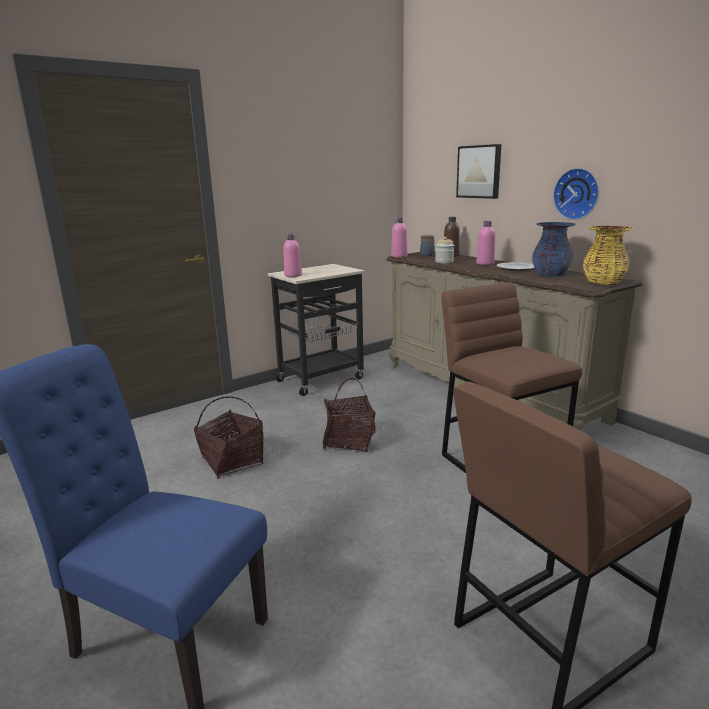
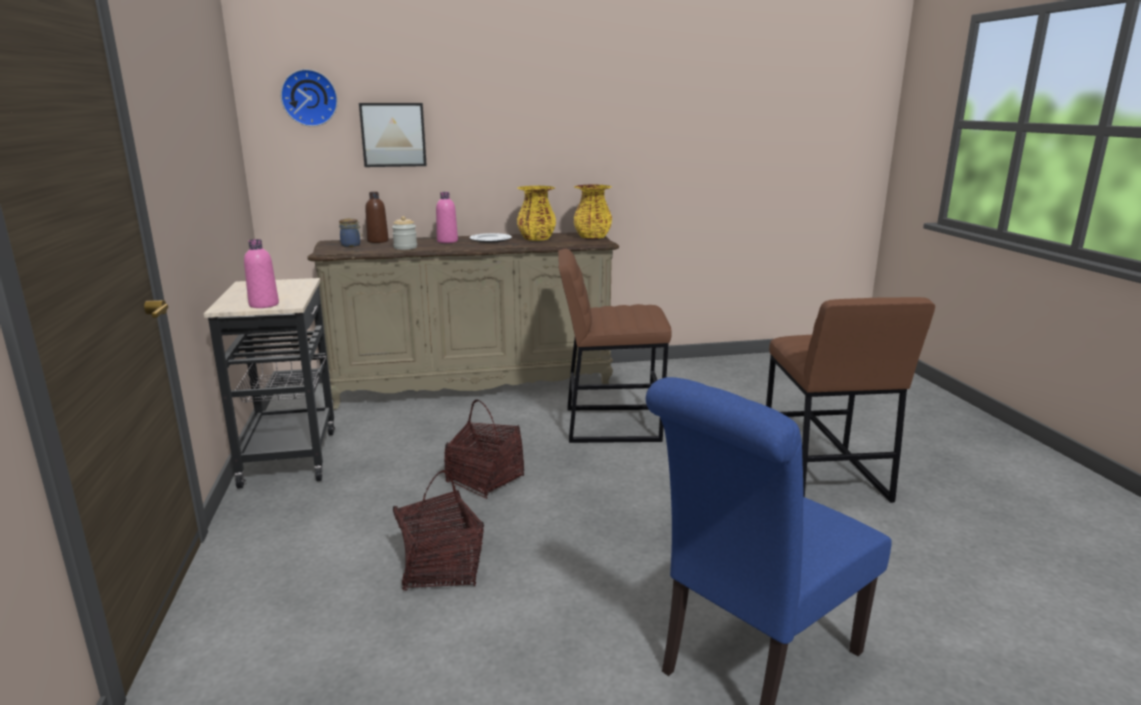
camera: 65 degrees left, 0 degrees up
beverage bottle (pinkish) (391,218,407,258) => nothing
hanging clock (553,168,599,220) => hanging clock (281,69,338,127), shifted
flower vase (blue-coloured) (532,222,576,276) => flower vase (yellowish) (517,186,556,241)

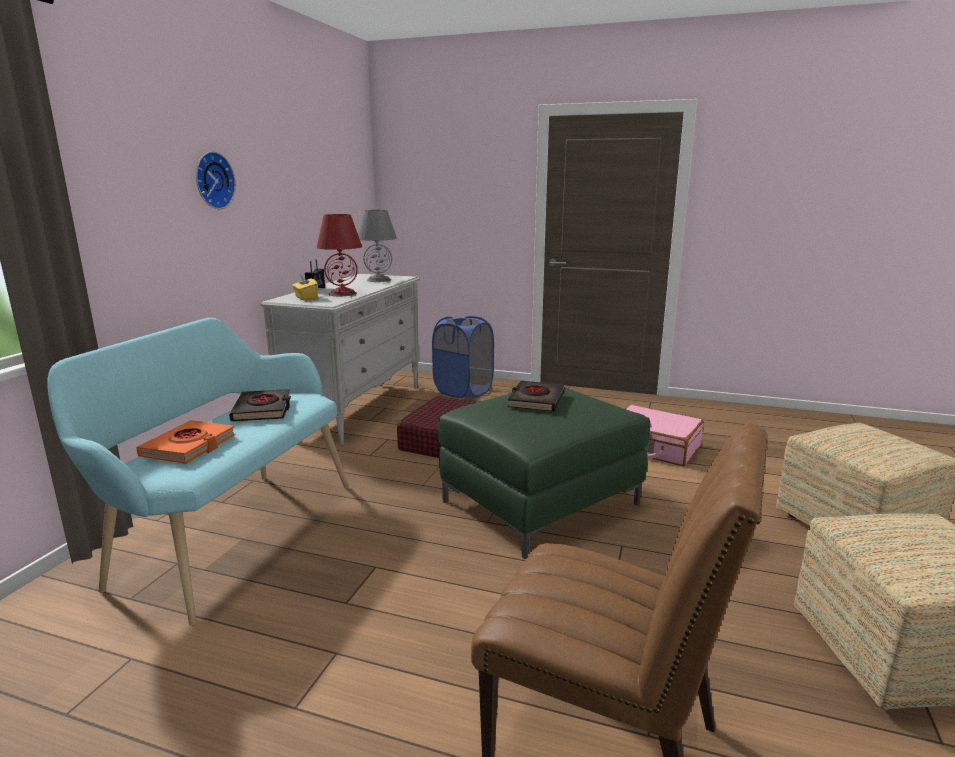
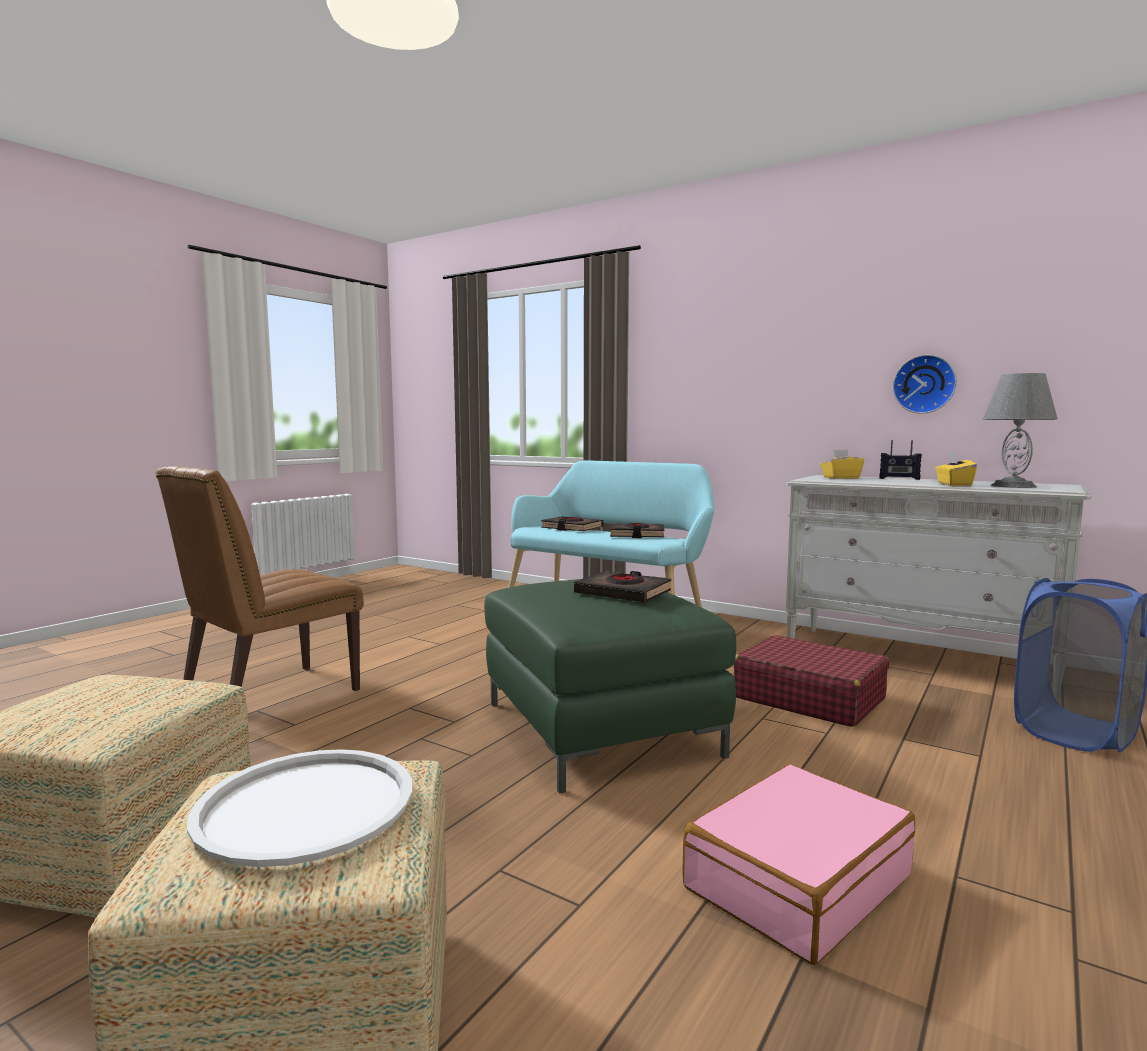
camera: 105 degrees right, 10 degrees down
lamp for a table (red) (316,214,362,296) => nothing
nothing => tray (whitish) (187,749,412,867)
nothing => tissue holder (yellowish) (935,452,977,486)
hanging clock (196,151,236,209) => hanging clock (893,355,957,414), shifted
bound book (orange) (136,420,236,464) => bound book (blackish) (541,517,603,531)

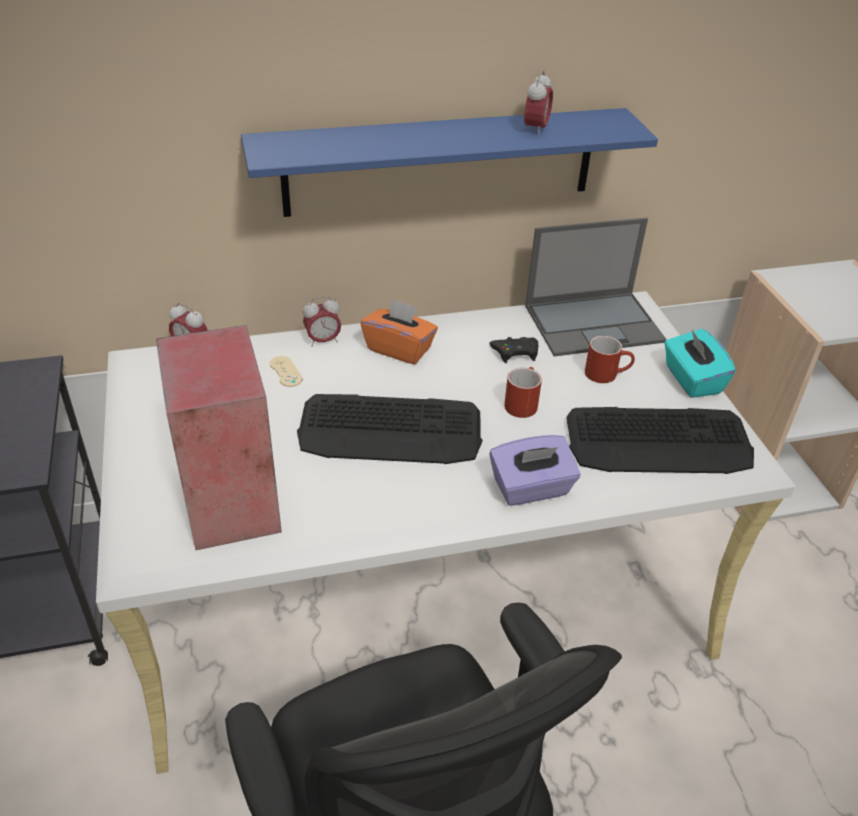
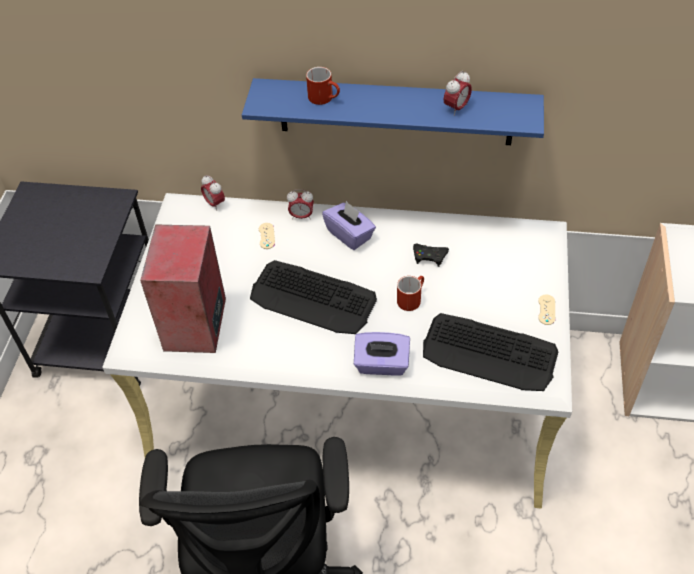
camera: 25 degrees right, 10 degrees up
notebook computer (525,218,667,356) => nothing
coffee mug (red) (585,336,635,383) => coffee mug (red) (306,67,340,105), shifted
tissue holder (turquoise-coloured) (664,329,736,398) => game controller (beige-coloured) (538,294,555,325)
tissue holder (orange) (361,298,438,364) => tissue holder (purplish) (322,201,376,250)

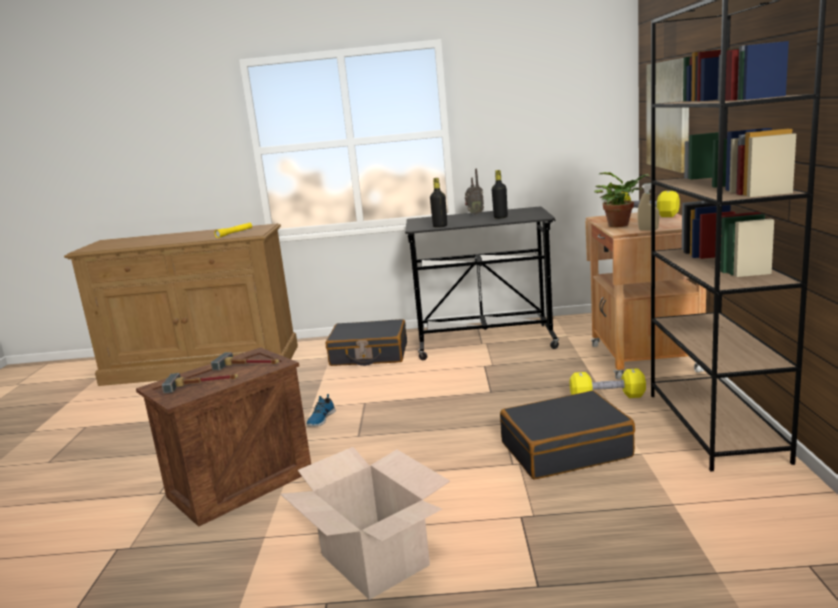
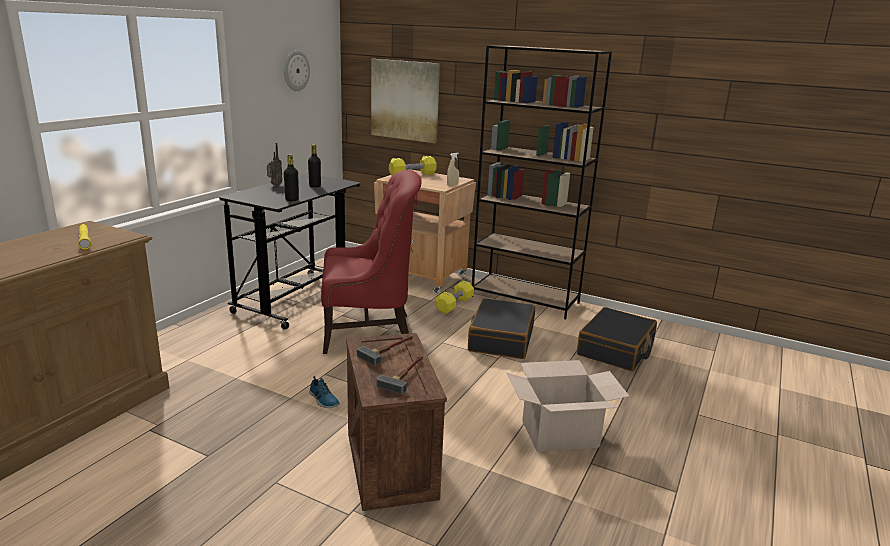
camera: 65 degrees left, 5 degrees up
plant in a pot (594,172,650,227) => nothing
nothing => hanging clock (284,50,310,91)
nothing => chair (red) (321,170,422,354)
travel case (blackish) (326,319,407,366) => travel case (blackish) (577,307,657,371), shifted

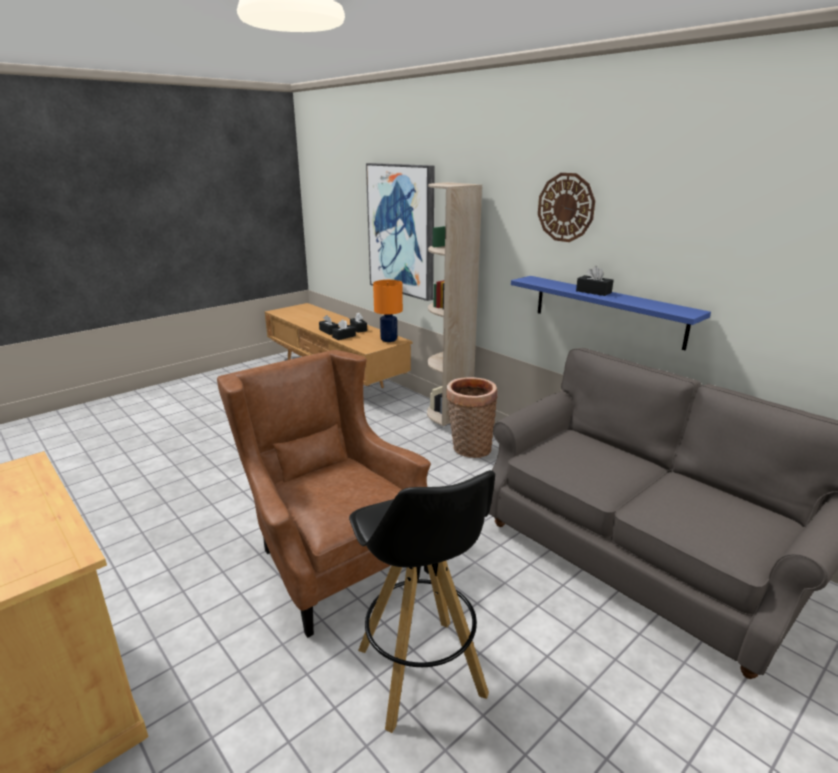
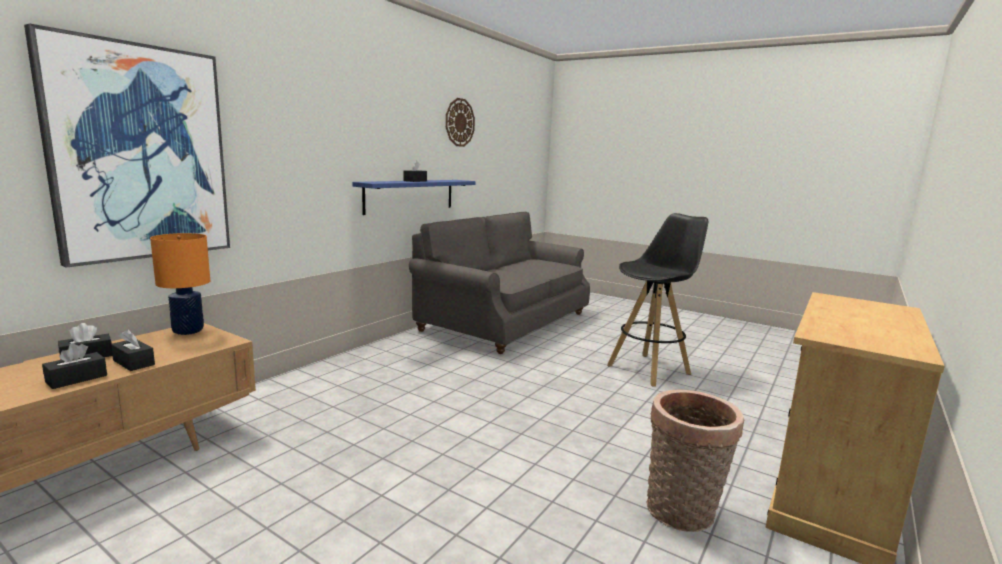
camera: 105 degrees left, 10 degrees down
armchair (brown) (217,350,431,638) => nothing
shelving unit (beige-coloured) (427,182,482,428) => nothing
household basket (446,377,498,458) => household basket (647,389,744,532), shifted
hanging clock (538,173,595,242) => hanging clock (446,98,475,147), shifted

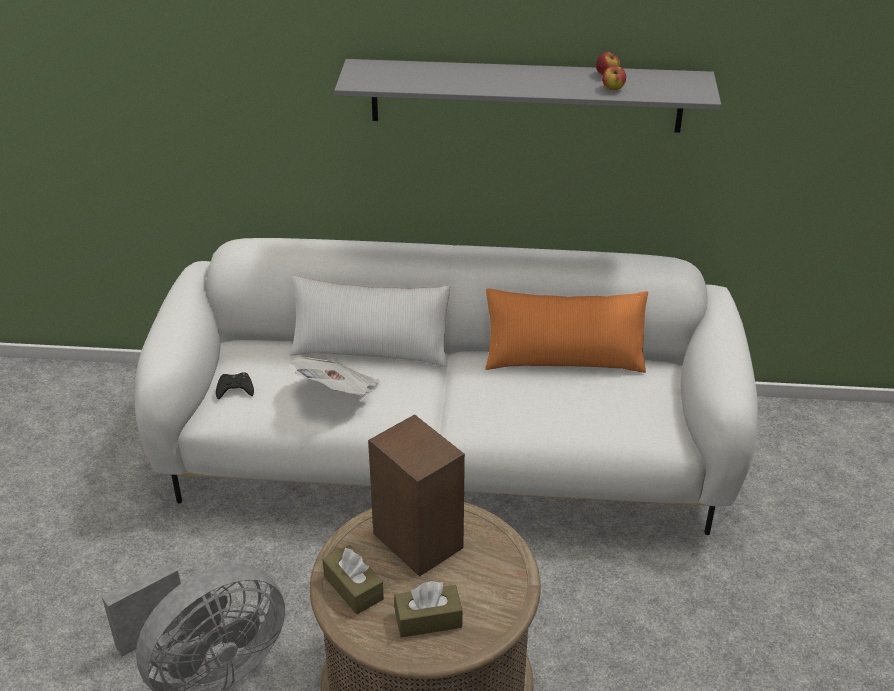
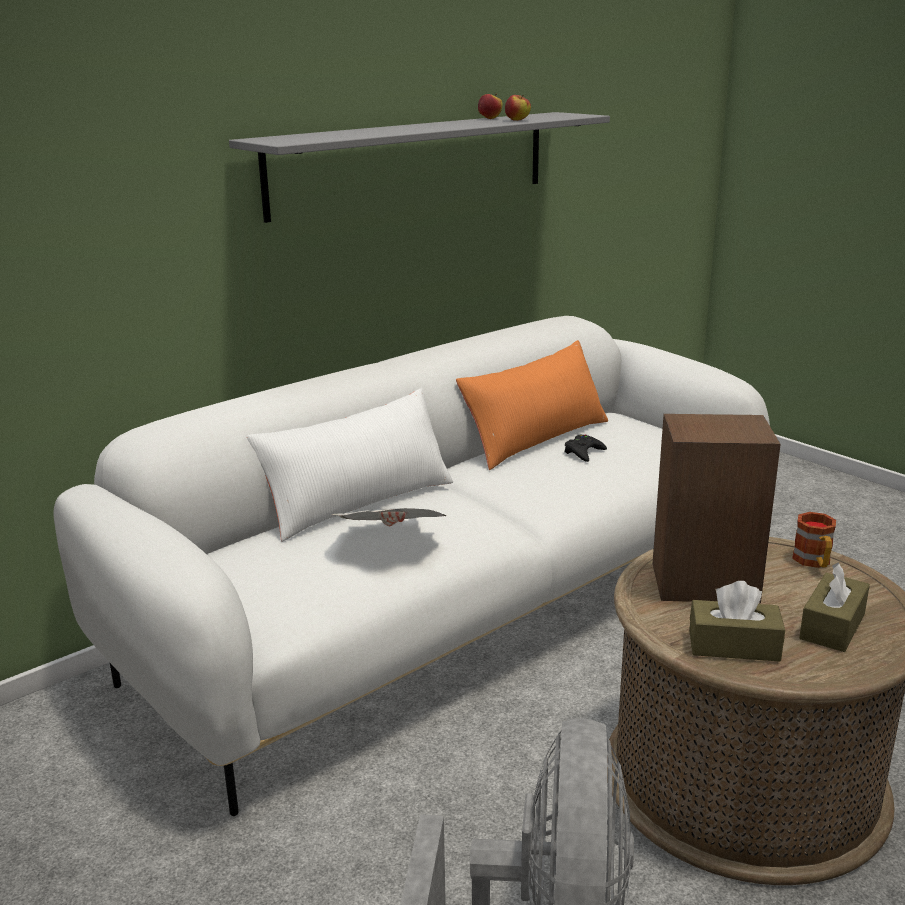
camera: 45 degrees left, 15 degrees down
nothing => coffee mug (792,512,836,568)
game controller (blackish) (216,372,254,399) => game controller (blackish) (564,434,607,462), shifted

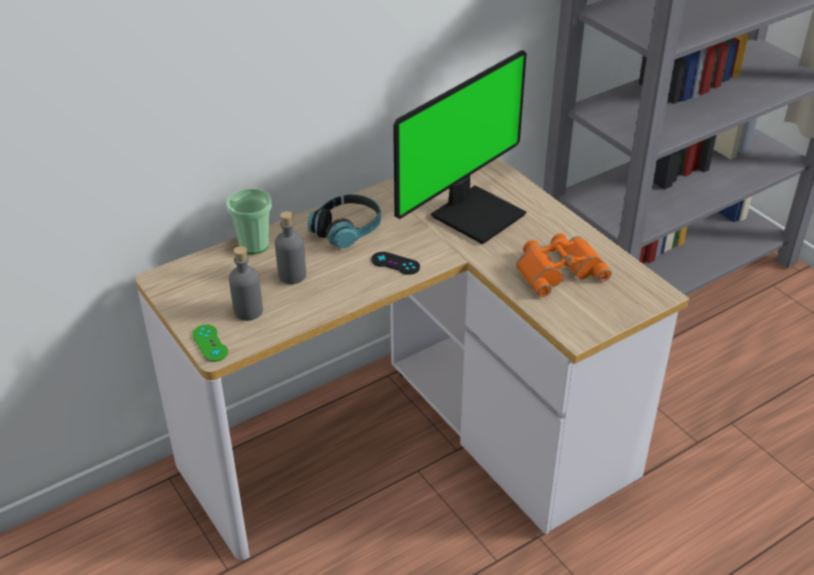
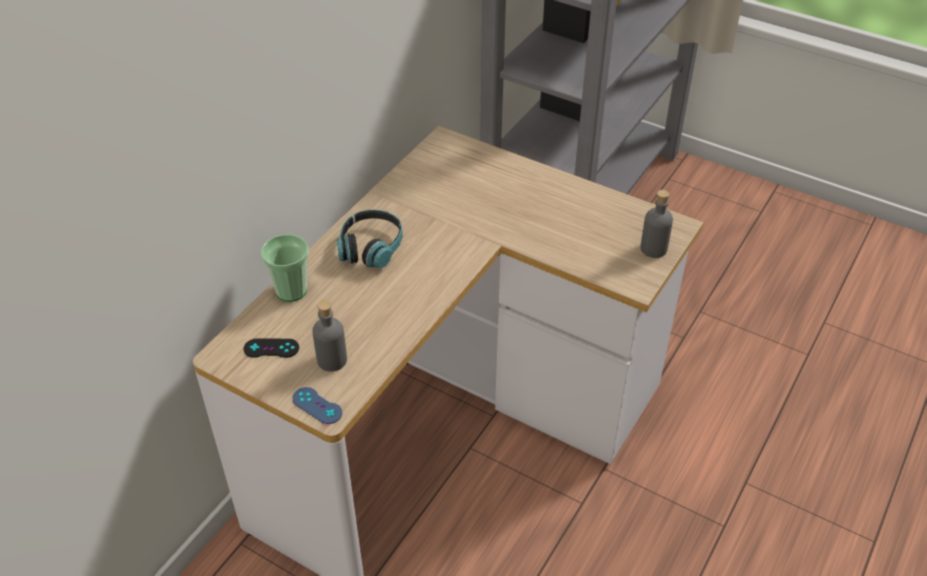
camera: 25 degrees left, 5 degrees up
computer display (393,50,527,244) => nothing
field glasses (orange) (516,233,612,297) => nothing
beverage bottle (gray) (275,211,306,284) => beverage bottle (gray) (641,190,673,258), shifted
game controller (blackish) (371,252,420,275) => game controller (blackish) (243,339,299,358), shifted
game controller (green) (192,325,228,362) => game controller (blue-coloured) (292,387,342,424)

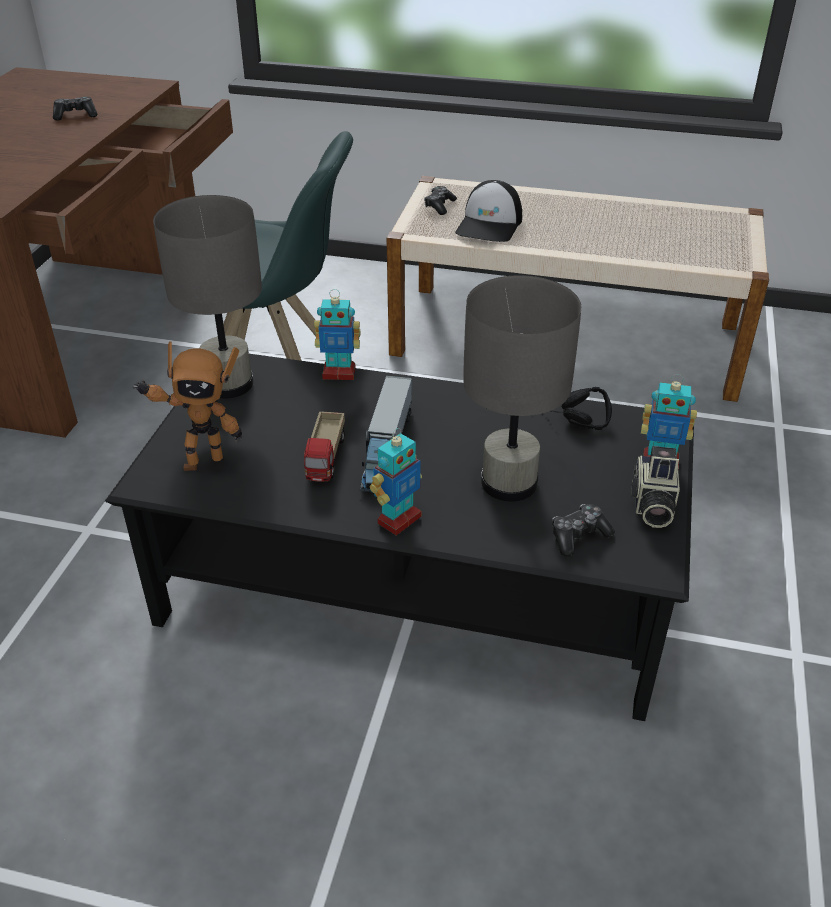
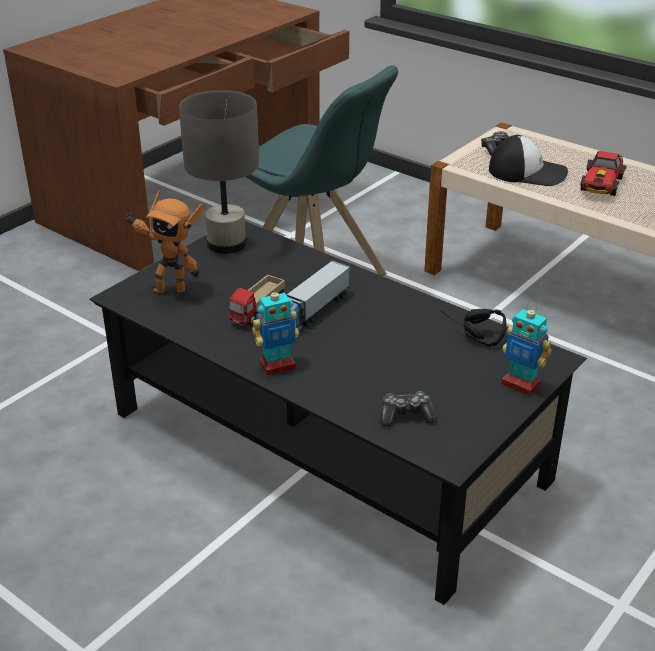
camera: 25 degrees right, 5 degrees down
game controller (53,97,98,121) => nothing
robot figure (314,289,360,380) => nothing
lamp for a table (gray) (463,275,581,501) => nothing
still camera (631,446,680,528) => nothing
nothing => miniature car (580,151,627,196)
peaked cap (455,180,522,242) => peaked cap (489,135,568,186), 120 degrees counterclockwise

